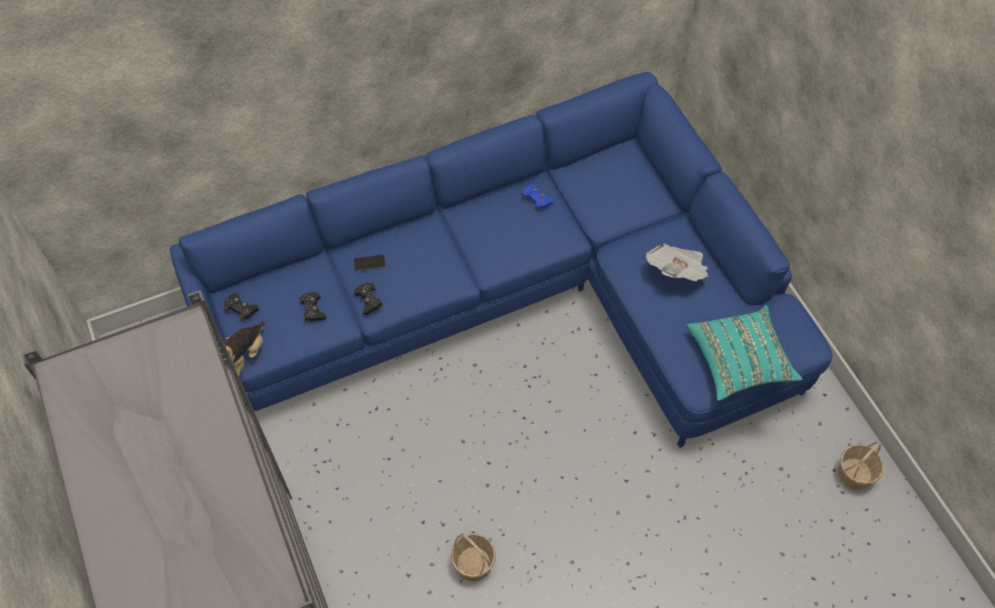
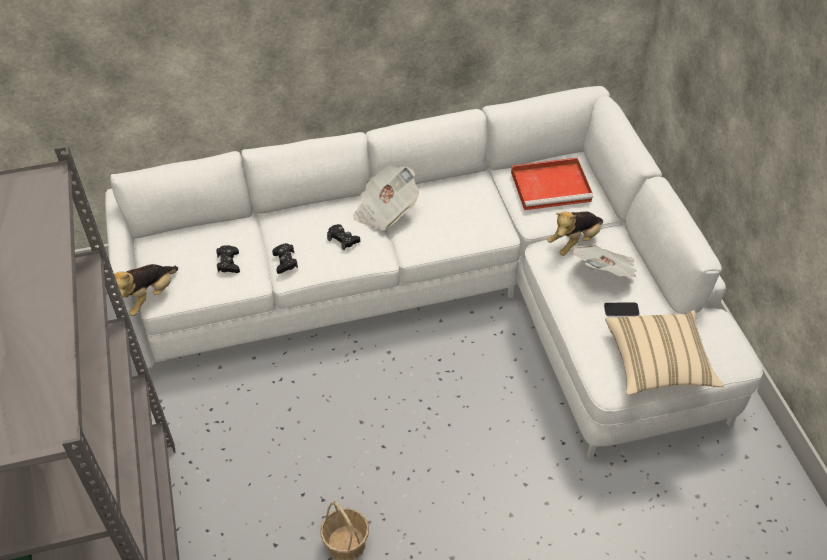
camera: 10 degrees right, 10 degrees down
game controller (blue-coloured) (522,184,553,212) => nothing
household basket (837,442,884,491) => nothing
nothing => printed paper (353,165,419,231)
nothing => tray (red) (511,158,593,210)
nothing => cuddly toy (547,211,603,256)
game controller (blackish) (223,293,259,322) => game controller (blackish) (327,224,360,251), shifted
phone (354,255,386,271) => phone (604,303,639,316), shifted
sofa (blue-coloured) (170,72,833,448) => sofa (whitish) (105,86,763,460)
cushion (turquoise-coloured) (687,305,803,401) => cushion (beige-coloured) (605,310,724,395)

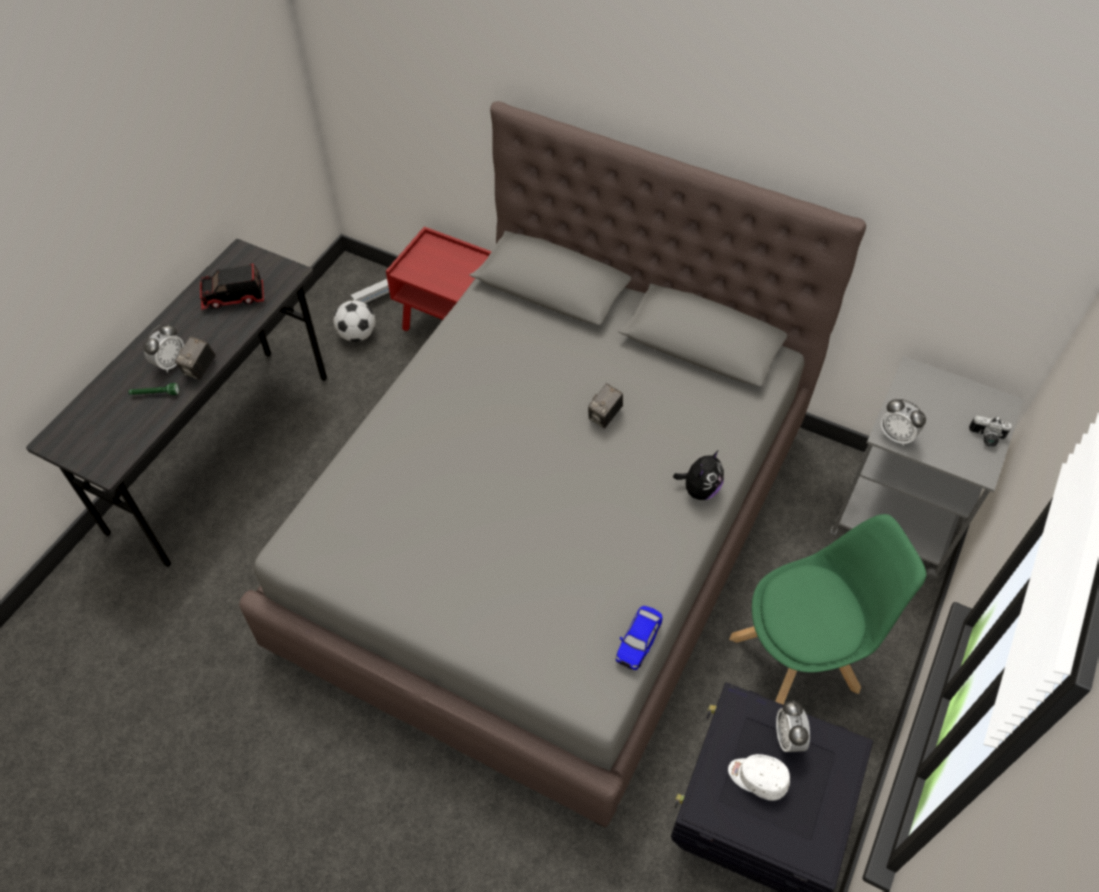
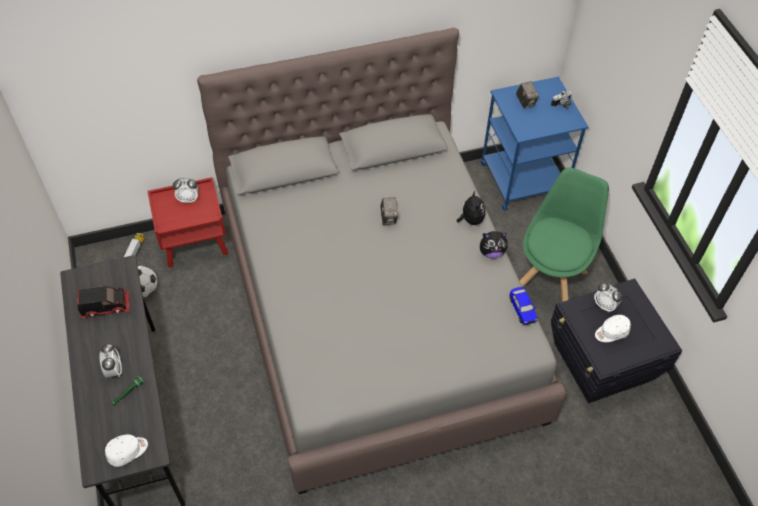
camera: 45 degrees left, 0 degrees up
nothing => peaked cap (whitish) (105,435,148,467)
nothing => cuddly toy (480,231,508,258)
still camera (175,336,216,380) => still camera (516,81,539,109), shifted
alarm clock (880,399,926,446) => alarm clock (173,178,198,203), shifted
trolley (gray) (829,356,1024,579) => trolley (blue-coloured) (481,77,588,211)
model truck (200,263,264,310) => model truck (77,286,130,318), 135 degrees counterclockwise

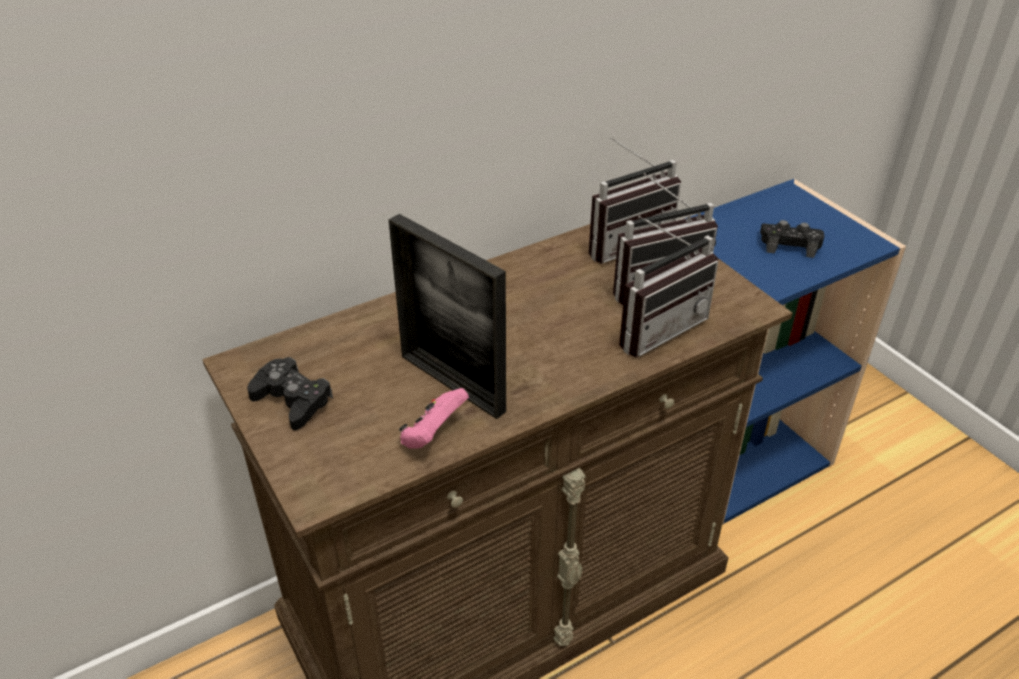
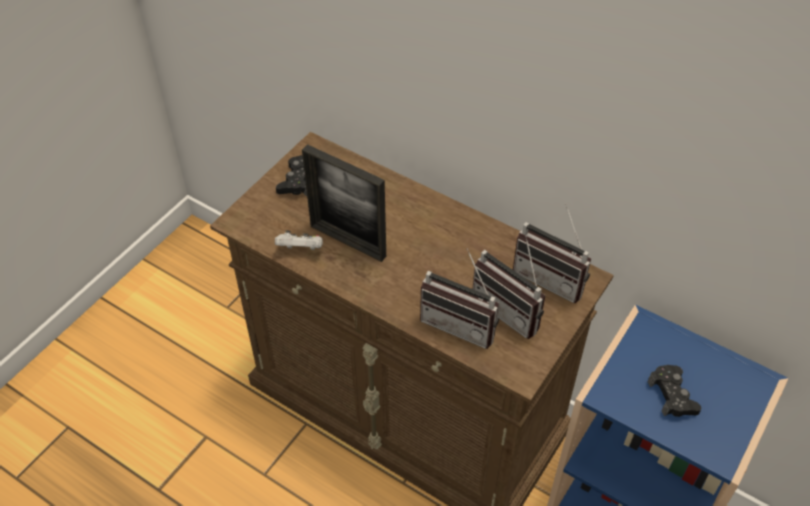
camera: 65 degrees right, 10 degrees up
game controller (pinkish) (399,388,469,449) => game controller (whitish) (275,230,323,250)
picture frame (389,214,506,419) => picture frame (302,144,386,262), 75 degrees counterclockwise

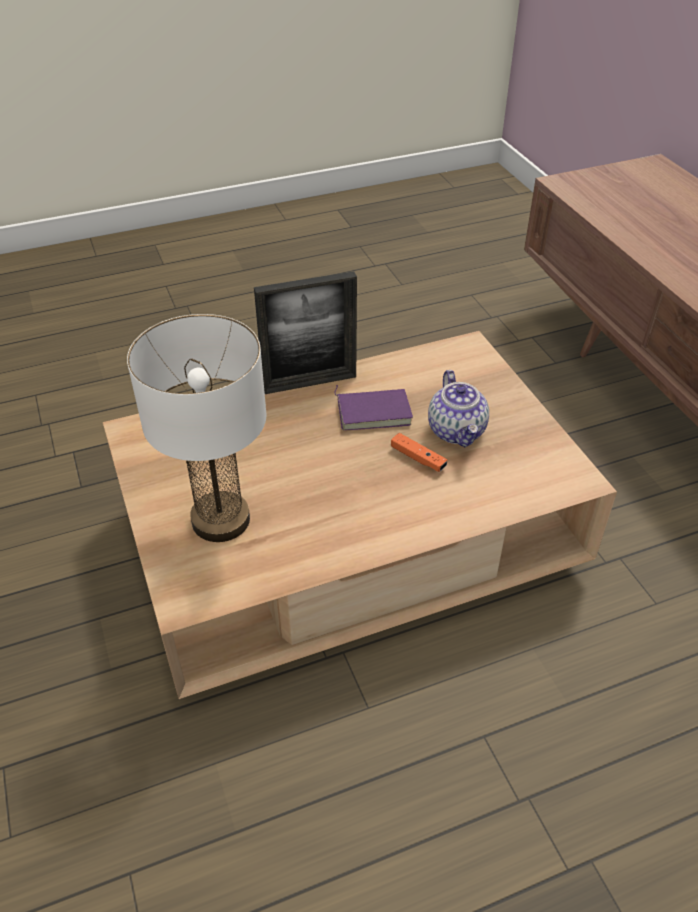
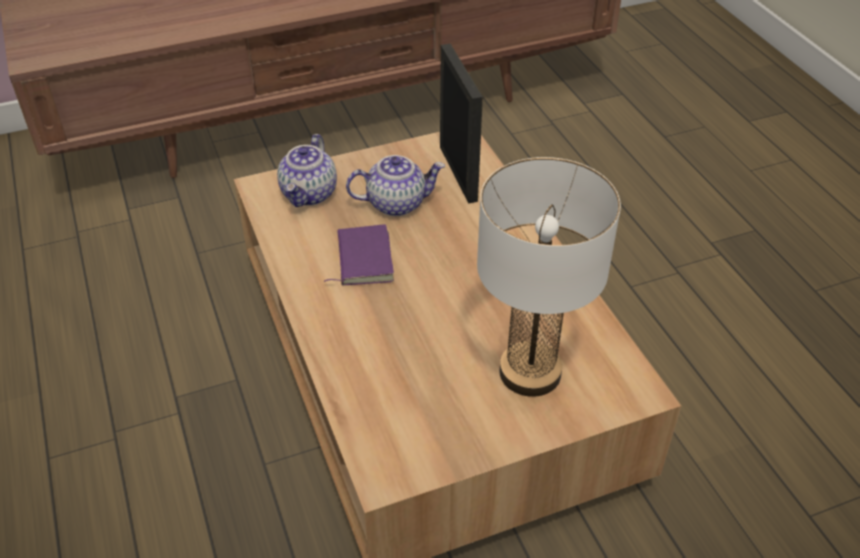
camera: 90 degrees left, 0 degrees up
game controller (orange) (391,433,447,472) => nothing
nothing => tea pot (277,134,337,207)
picture frame (254,271,357,394) => picture frame (440,44,483,203), shifted

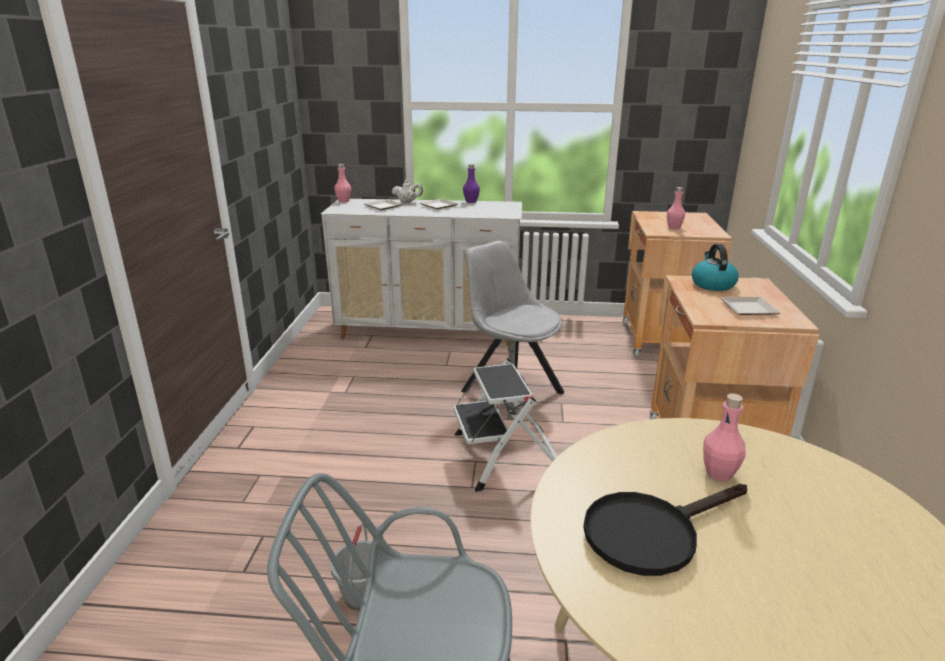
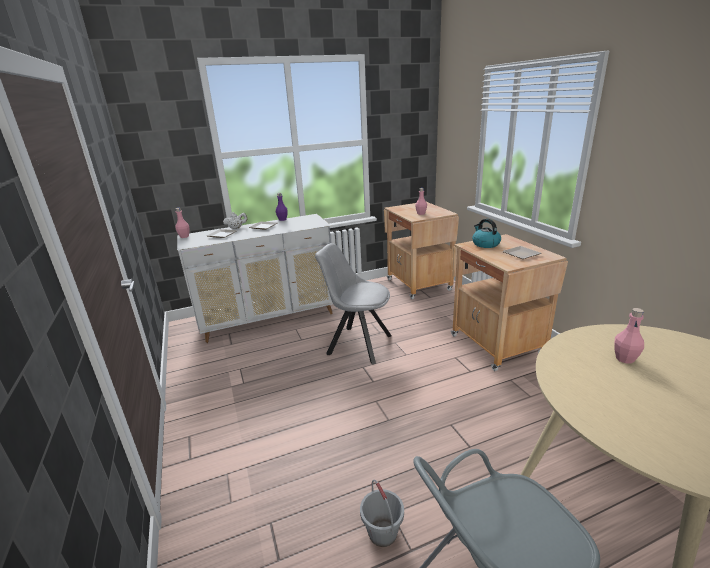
camera: 25 degrees left, 0 degrees up
stepladder (454,358,557,492) => nothing
pan (blackish) (583,484,747,576) => nothing

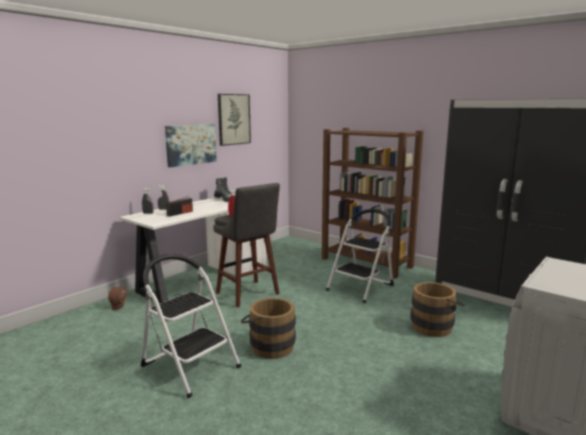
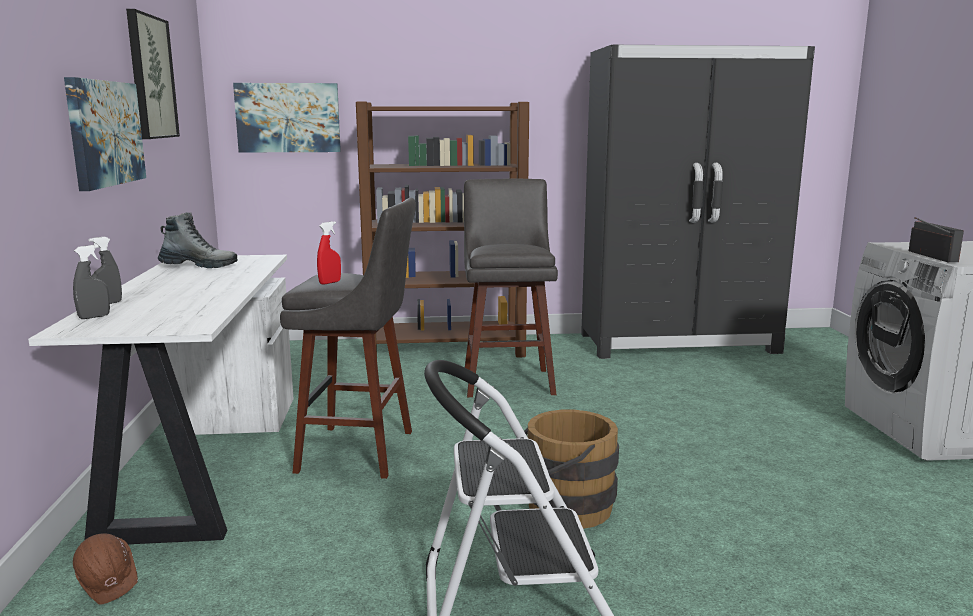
camera: 45 degrees left, 0 degrees up
water bucket (brown) (411,282,464,337) => nothing
nothing => picture (233,83,341,152)
radio receiver (166,196,193,217) => radio receiver (909,217,964,262), shifted
stepladder (326,209,394,303) => sitting stool (gray) (464,179,558,397)

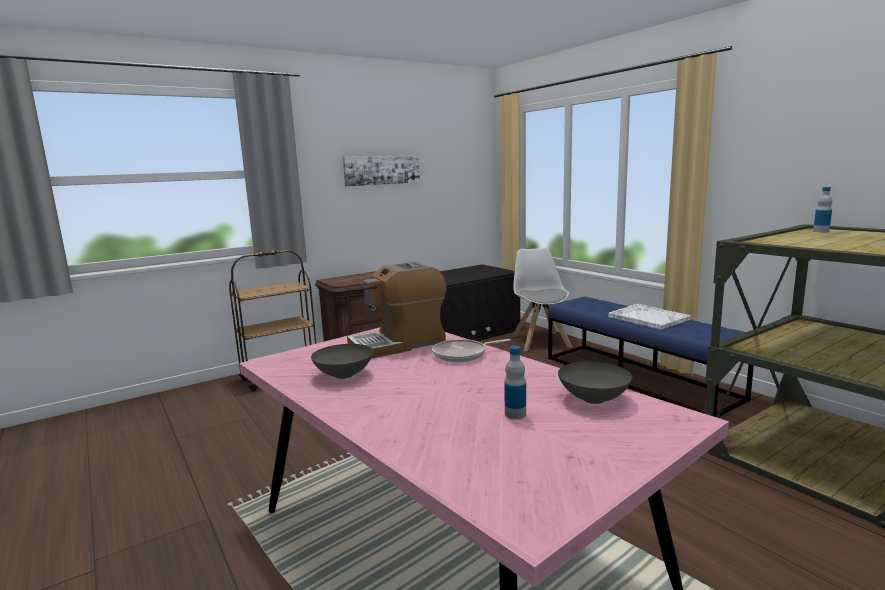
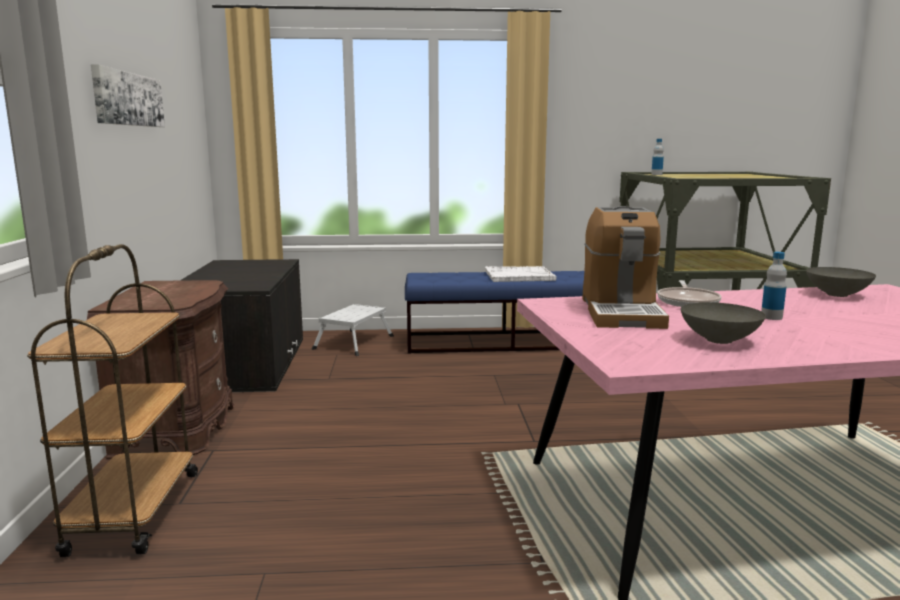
camera: 60 degrees left, 0 degrees up
beverage bottle (504,346,526,419) => beverage bottle (761,252,787,320), shifted
chair (512,248,572,351) => stepladder (whitish) (312,304,394,356)

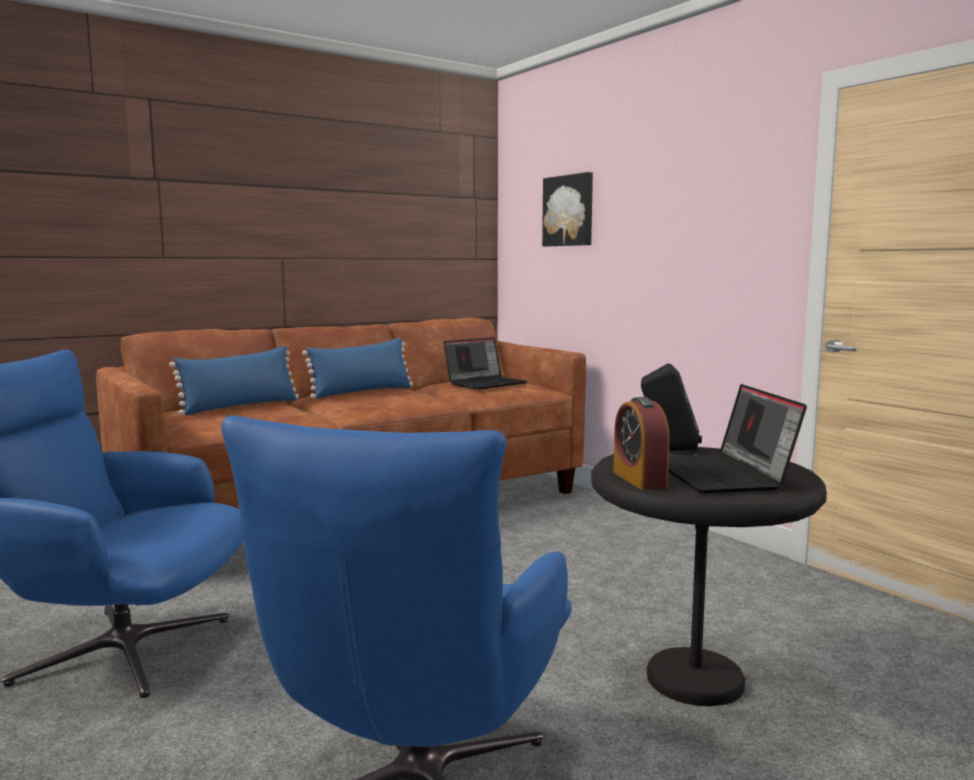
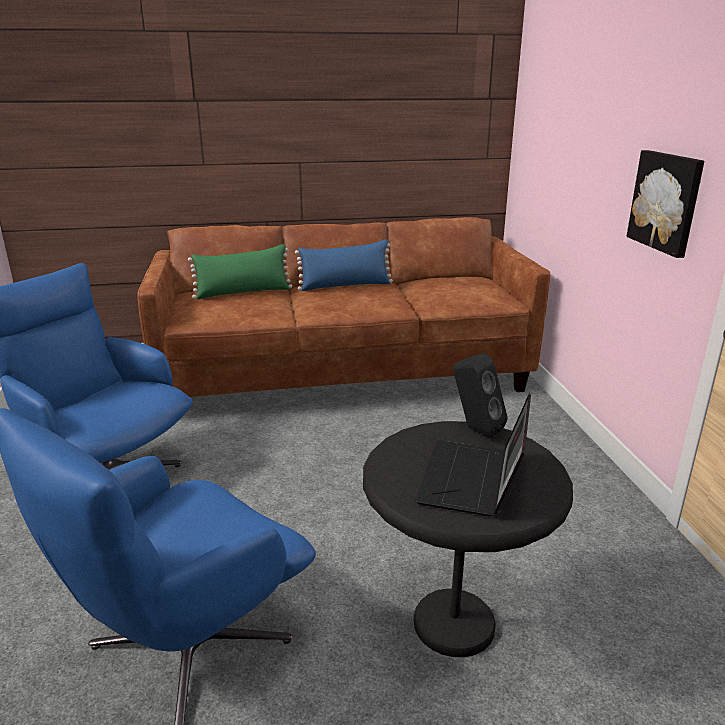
camera: 25 degrees right, 15 degrees up
notebook computer (444,337,527,390) => nothing
alarm clock (613,397,669,490) => nothing
picture (542,172,593,246) => picture (627,150,704,258), shifted
cushion (blue-coloured) (169,346,299,415) => cushion (green) (188,244,292,299)

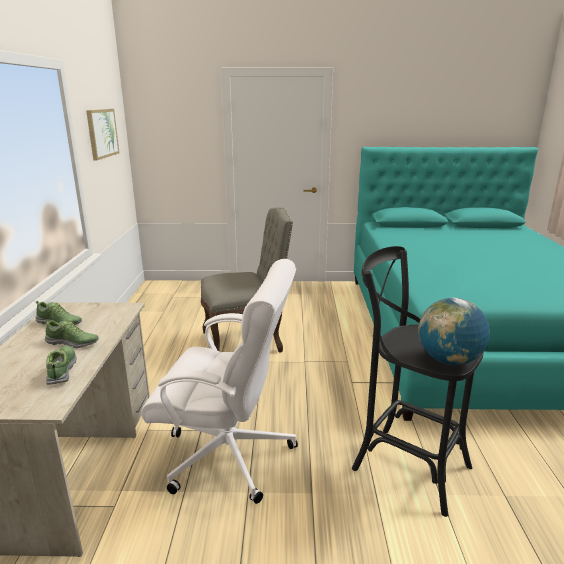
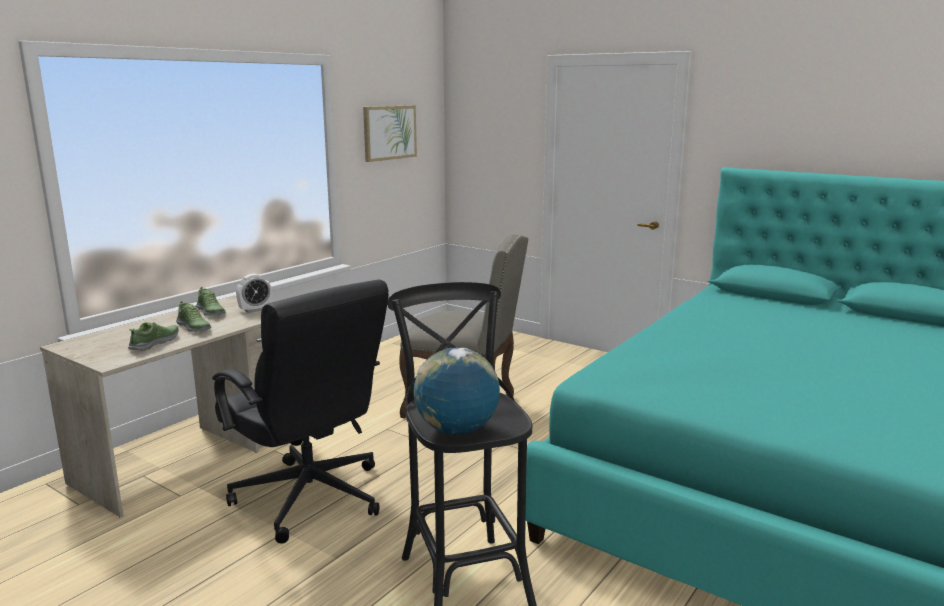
camera: 35 degrees right, 5 degrees down
nothing => alarm clock (236,274,272,313)
office chair (whitish) (141,259,298,504) => office chair (blackish) (212,280,389,544)

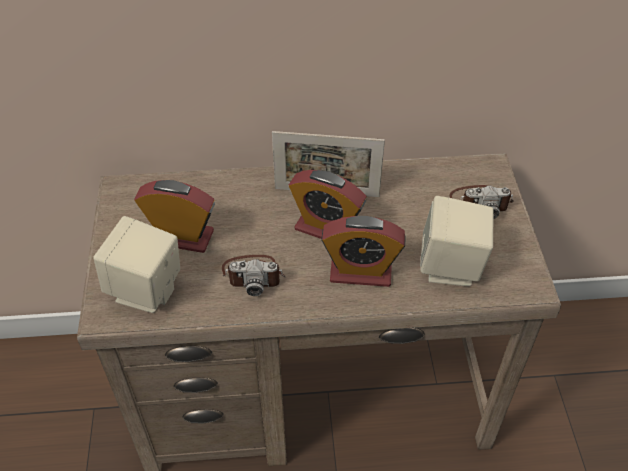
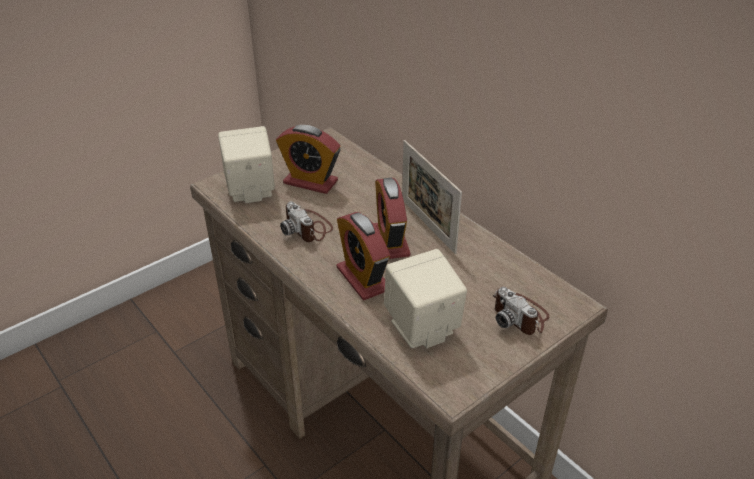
camera: 55 degrees right, 10 degrees down
alarm clock (134,180,215,253) => alarm clock (276,125,341,194), 135 degrees clockwise

